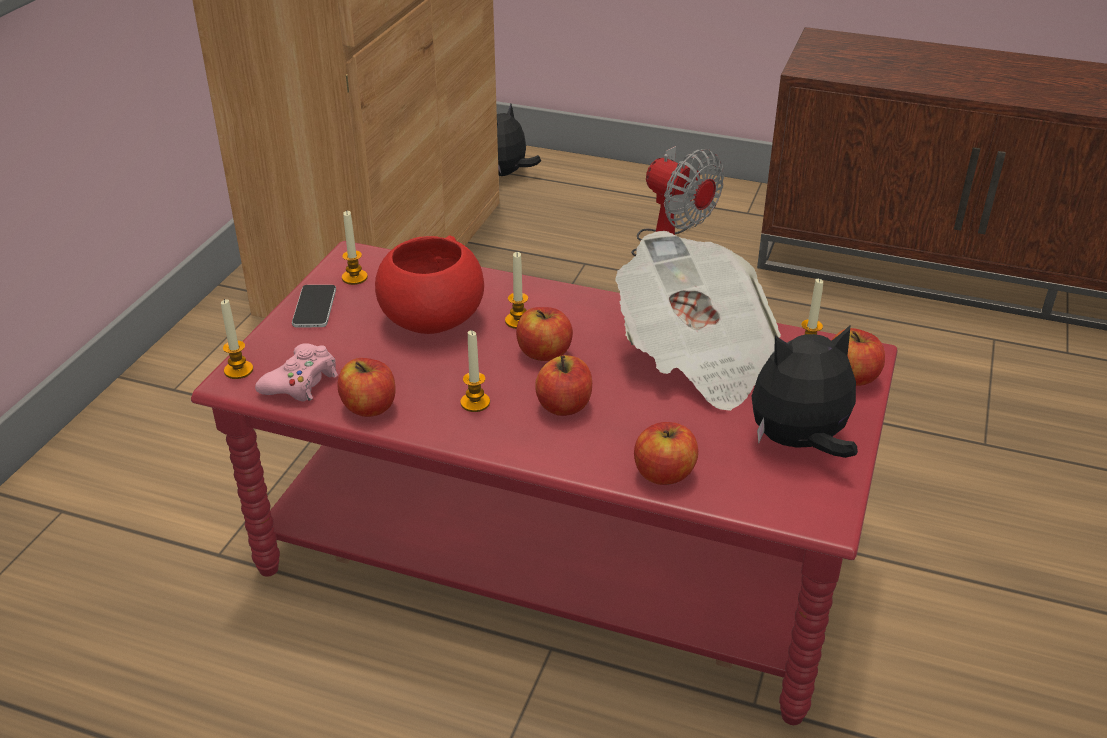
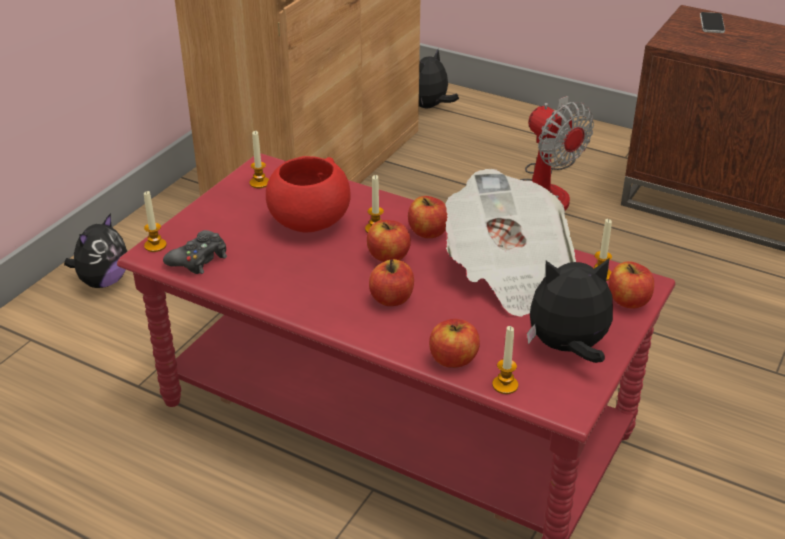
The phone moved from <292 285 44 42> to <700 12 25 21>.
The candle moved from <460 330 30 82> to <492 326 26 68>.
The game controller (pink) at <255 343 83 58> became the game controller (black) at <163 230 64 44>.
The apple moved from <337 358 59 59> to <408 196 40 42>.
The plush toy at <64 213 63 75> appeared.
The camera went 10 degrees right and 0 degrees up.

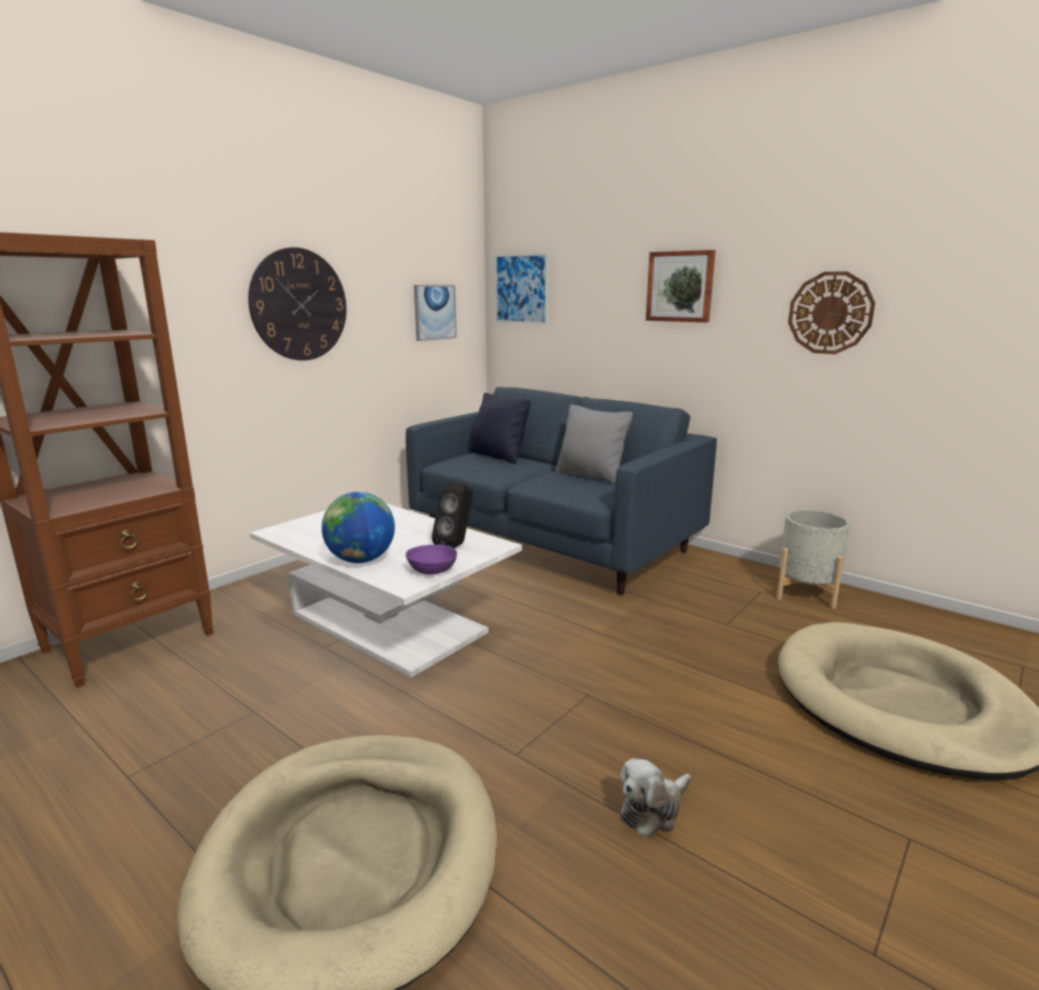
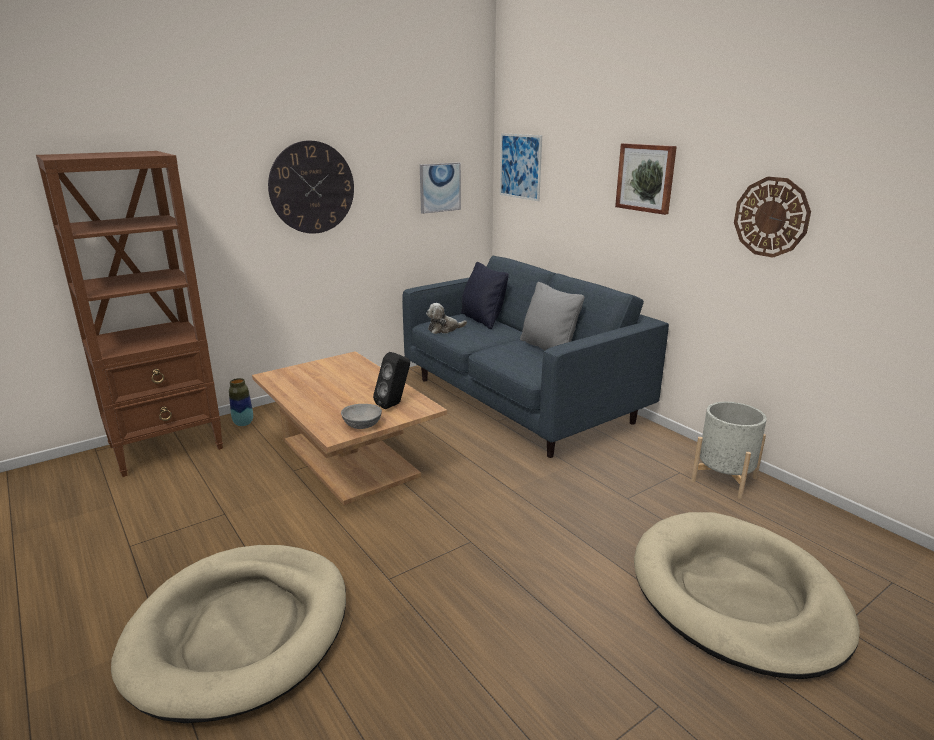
The globe at <322 492 73 71> disappeared.
The coffee table (white) at <250 504 272 174> became the coffee table (brown) at <252 351 195 154>.
The bowl (purple) at <406 545 51 30> became the bowl (grey) at <341 404 41 25>.
The plush toy moved from <620 758 71 80> to <426 303 41 31>.
The vase at <229 378 24 48> appeared.
The camera went 15 degrees right and 5 degrees up.

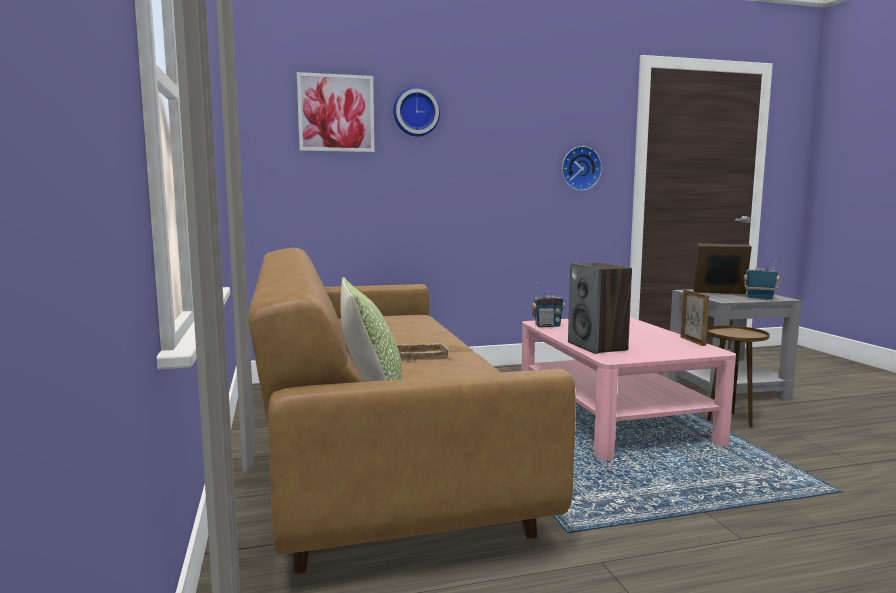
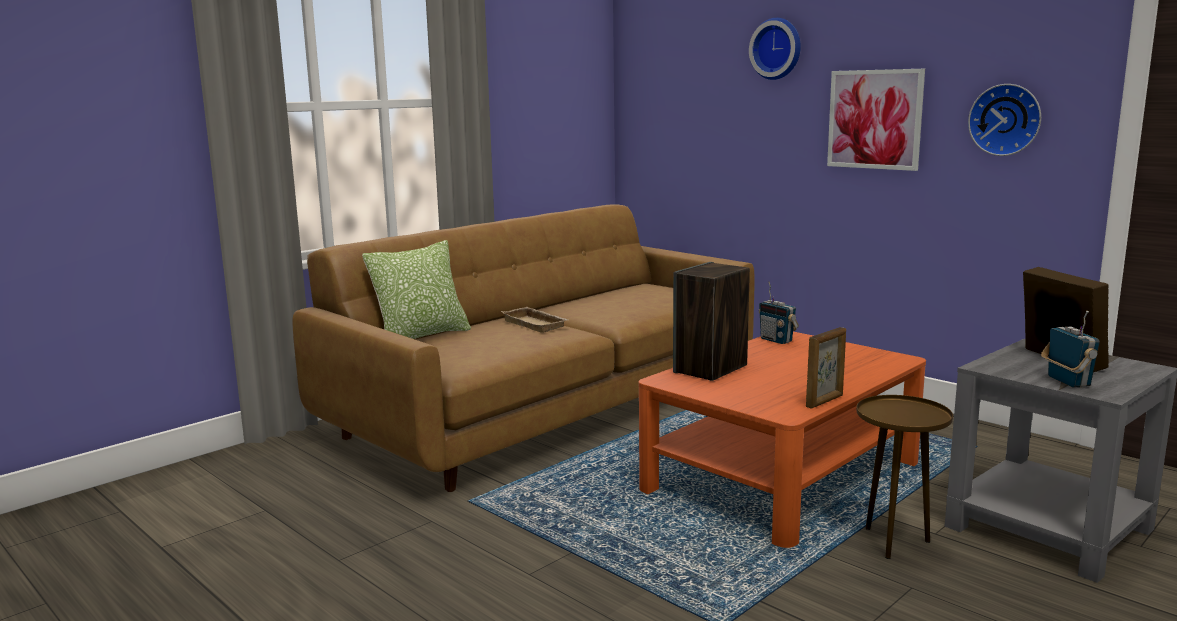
The picture moved from <297 72 77 80> to <827 69 98 102>.
The coffee table (pink) at <521 317 215 143> became the coffee table (orange) at <639 331 287 217>.
The camera went 60 degrees right and 5 degrees up.

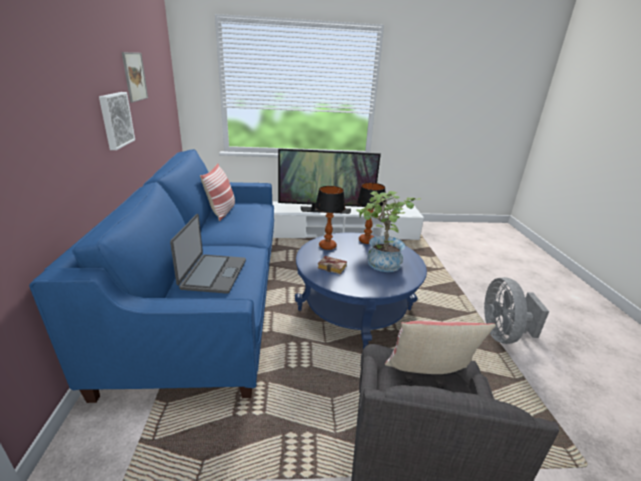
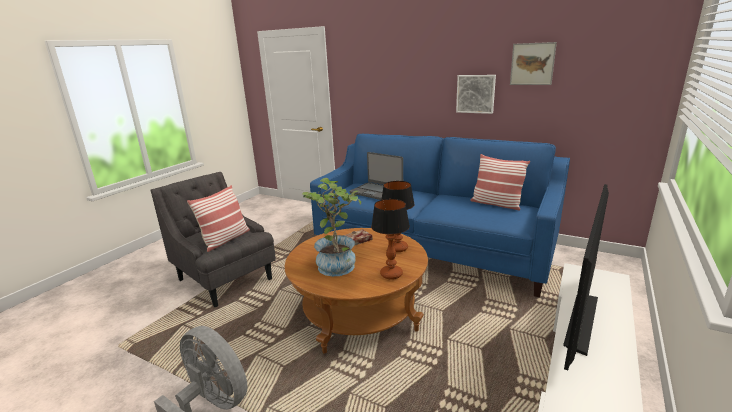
The coffee table (blue) at <295 232 132 117> became the coffee table (brown) at <285 228 143 126>.
The camera went 125 degrees right and 5 degrees down.

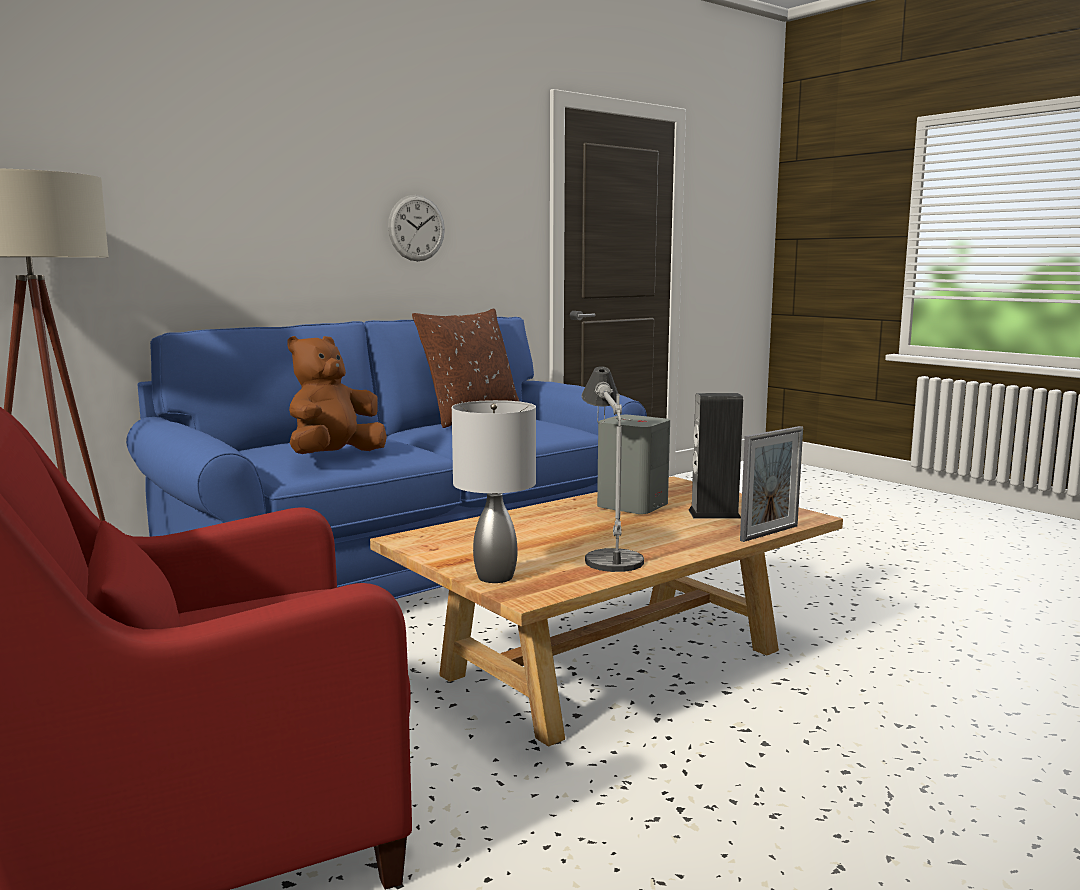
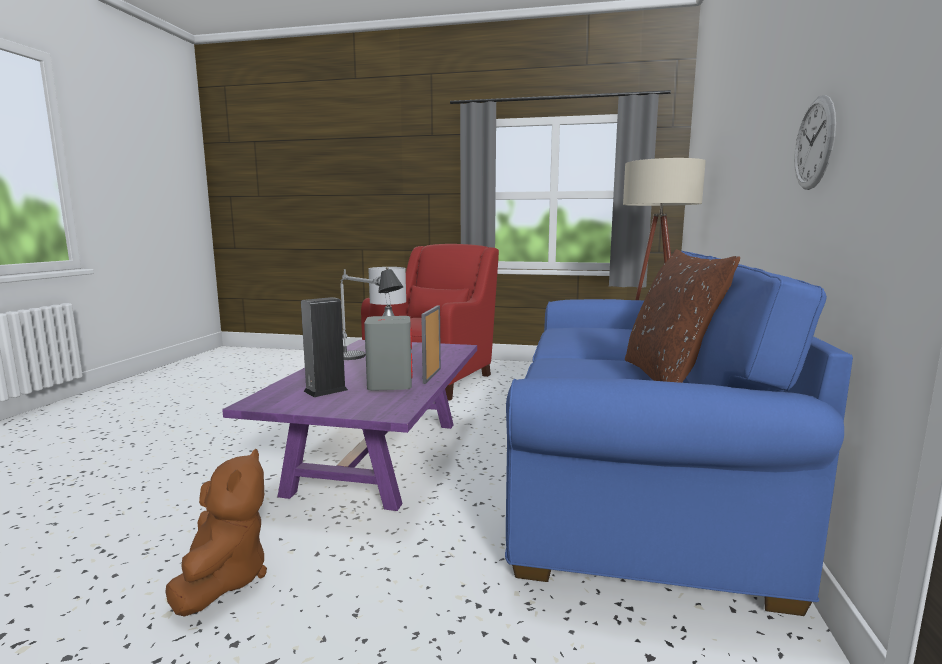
The plush toy (brown) moved from <287 336 100 118> to <165 449 102 168>.
The picture frame moved from <740 426 63 116> to <421 305 20 79>.
The coffee table (beige) at <370 476 473 270> became the coffee table (purple) at <222 340 255 171>.
The camera went 140 degrees right and 0 degrees up.

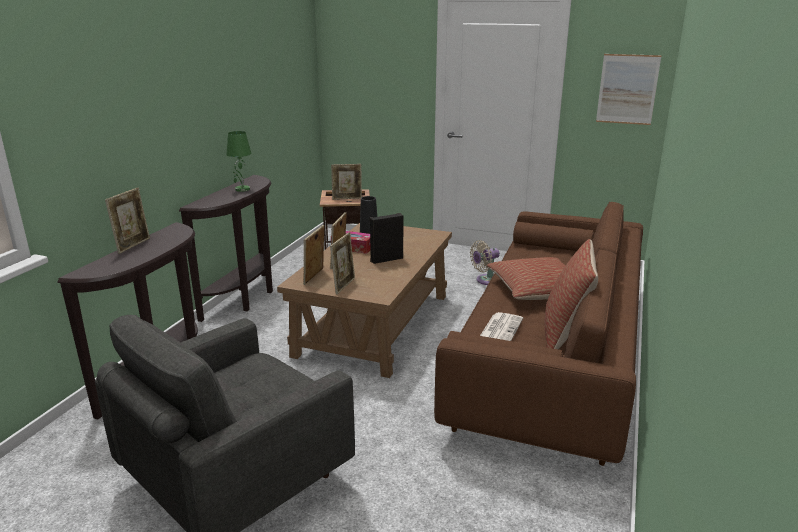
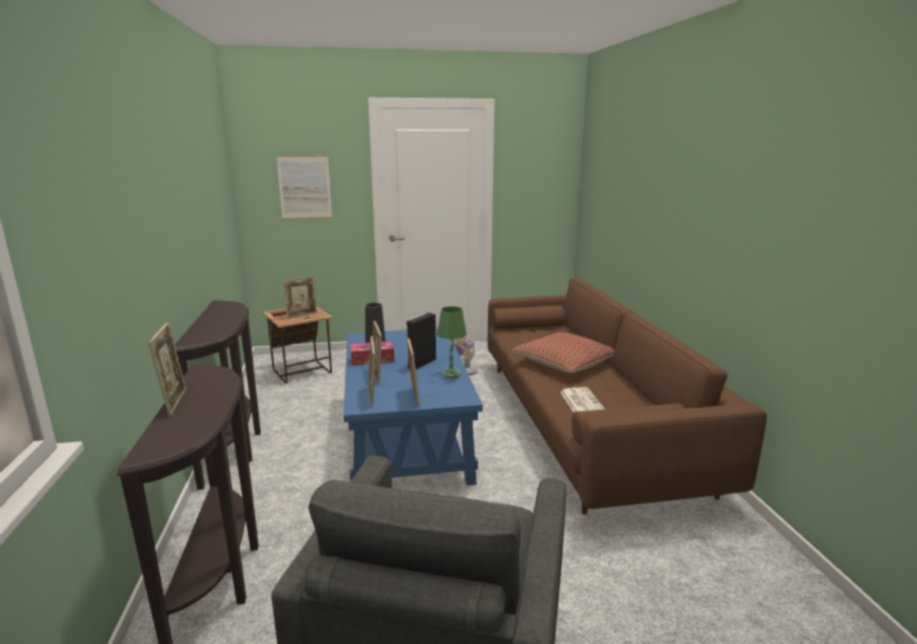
The picture moved from <596 54 66 71> to <276 155 56 64>.
The table lamp (green) moved from <226 131 26 61> to <437 306 30 72>.
The coffee table (brown) at <277 223 175 155> became the coffee table (blue) at <344 328 139 157>.
The pillow at <545 239 53 110> disappeared.
The camera went 30 degrees left and 5 degrees down.

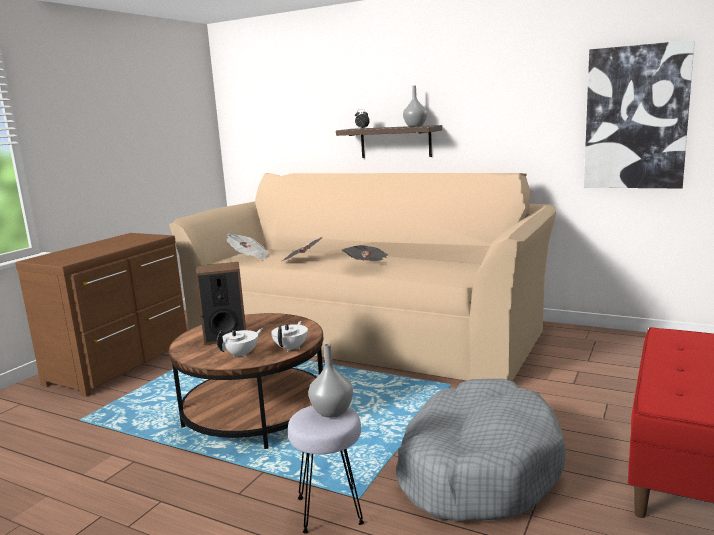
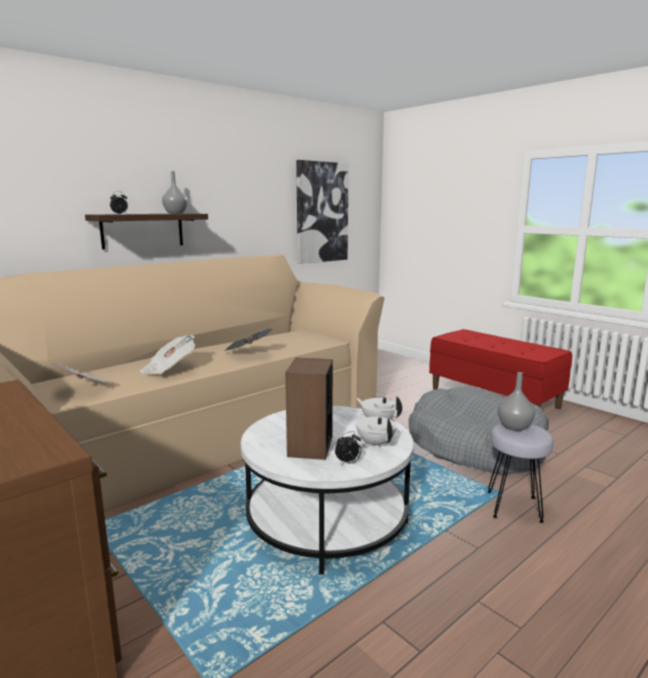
The coffee table (brown) at <169 313 154 136> became the coffee table (white) at <241 405 173 170>.
The alarm clock at <335 431 26 34> appeared.
The camera went 70 degrees left and 0 degrees up.

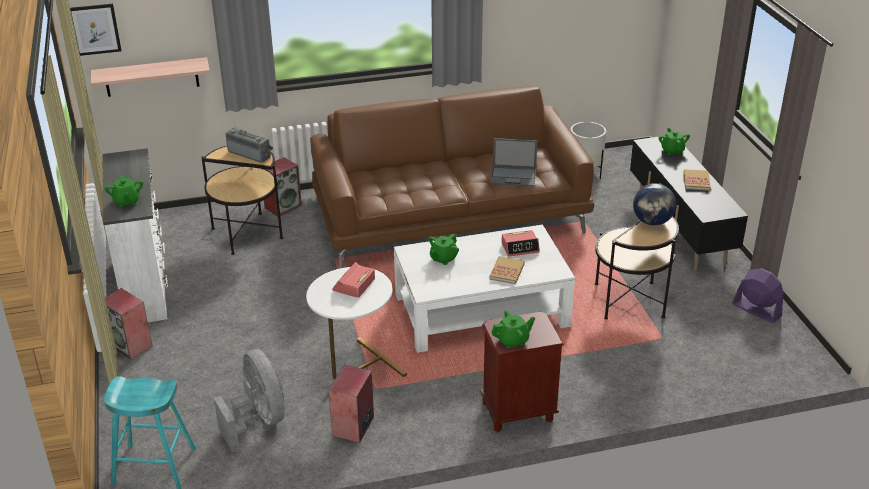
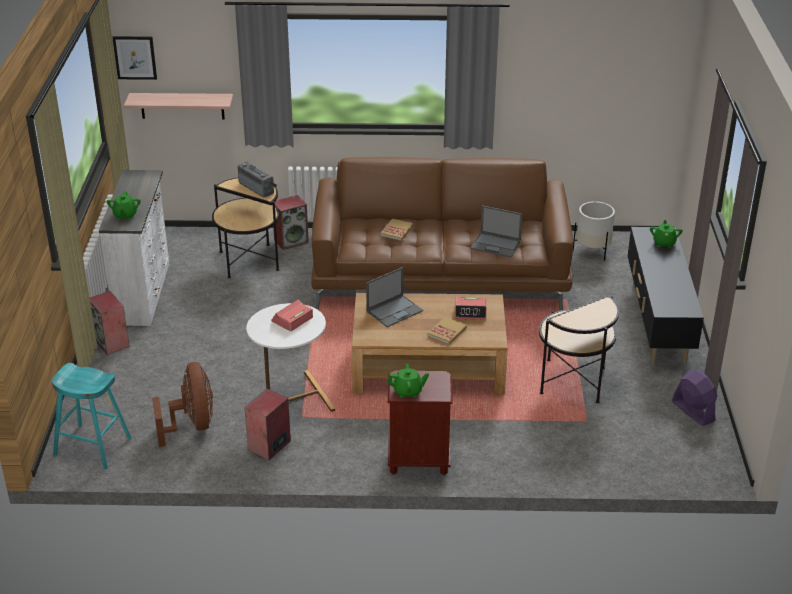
The book moved from <683 169 28 22> to <380 219 33 22>.
The globe at <633 183 43 42> disappeared.
The coffee table (white) at <394 225 181 128> became the coffee table (brown) at <352 293 156 102>.
The teapot (green) at <428 234 31 31> was replaced by the laptop at <366 267 57 60>.
The fan (grey) at <214 349 71 103> became the fan (brown) at <152 362 61 85>.
The camera went 15 degrees right and 0 degrees up.

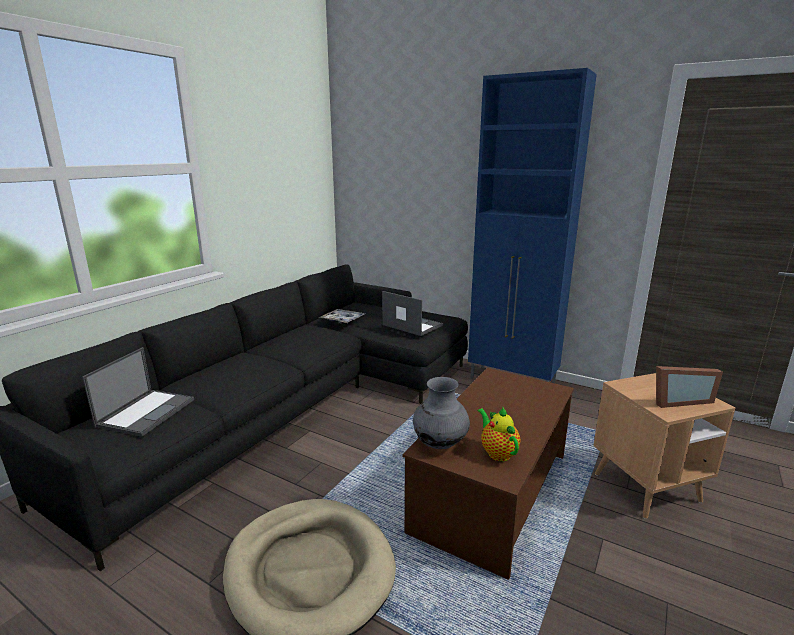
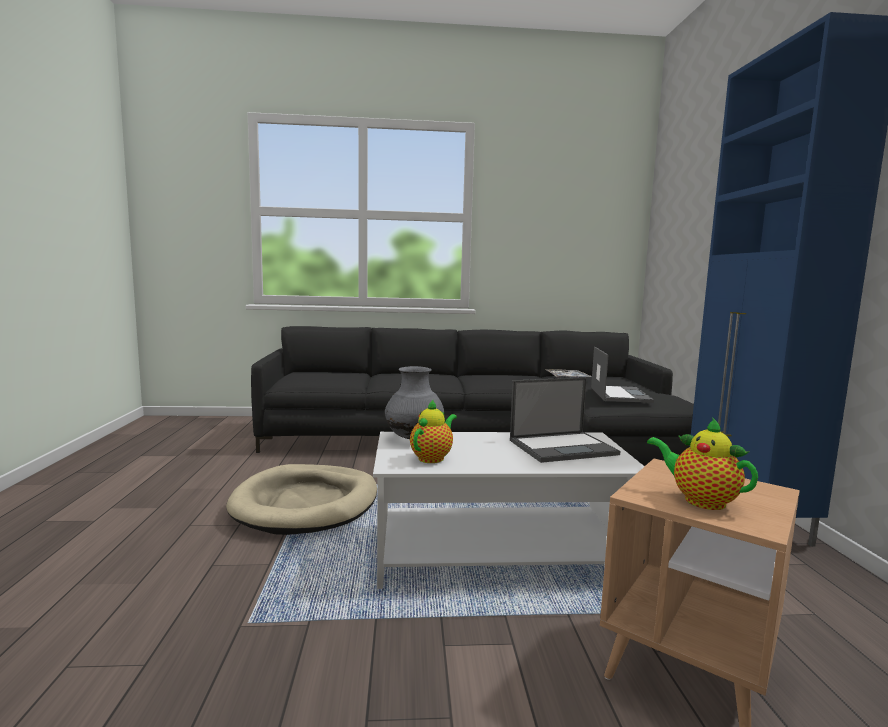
The laptop moved from <82 347 112 90> to <510 377 110 86>.
The picture frame at <656 366 67 42> was replaced by the teapot at <647 417 111 93>.
The coffee table (brown) at <403 368 171 212> became the coffee table (white) at <373 432 272 157>.
The camera went 55 degrees right and 10 degrees down.

